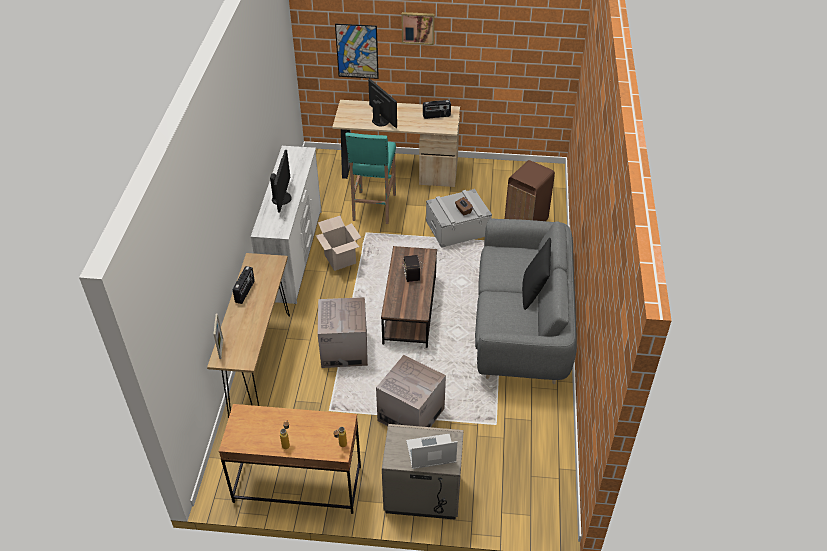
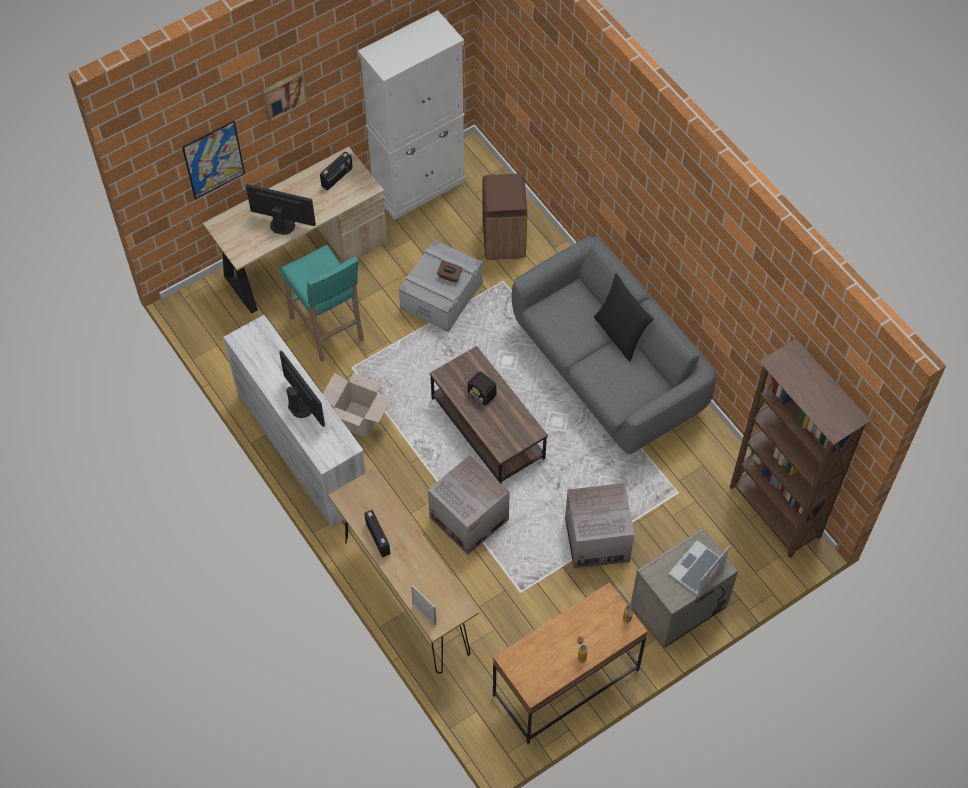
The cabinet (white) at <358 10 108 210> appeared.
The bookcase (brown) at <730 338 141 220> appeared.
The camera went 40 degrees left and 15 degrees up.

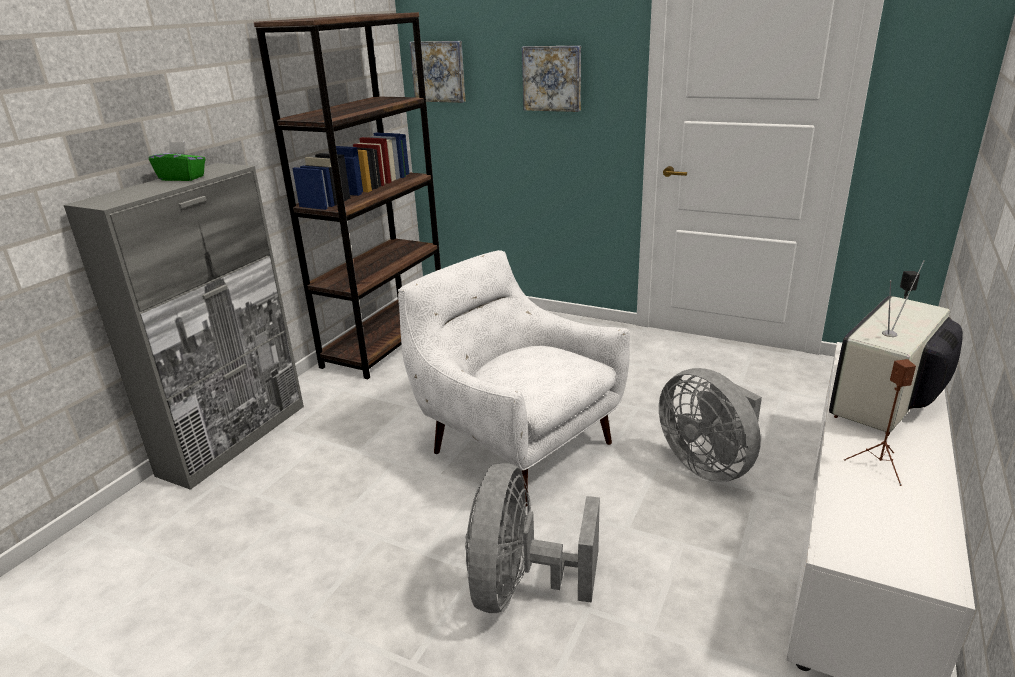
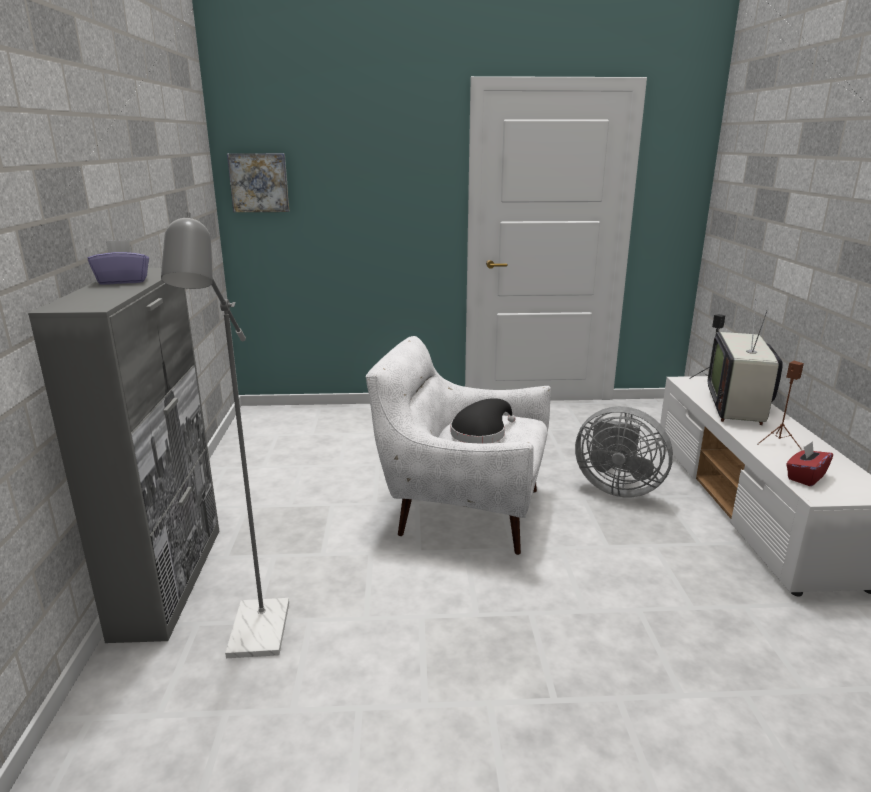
The bookcase (brown) at <254 12 187 367> disappeared.
The picture at <522 46 59 66> disappeared.
The tissue box (green) at <149 142 56 39> became the tissue box (purple) at <88 240 61 45>.
The fan (grey) at <465 463 135 150> disappeared.
The floor lamp (grey) at <161 212 128 446> appeared.
The hat (black) at <451 398 65 45> appeared.
The tissue box (red) at <786 441 47 45> appeared.
The camera went 30 degrees left and 5 degrees down.

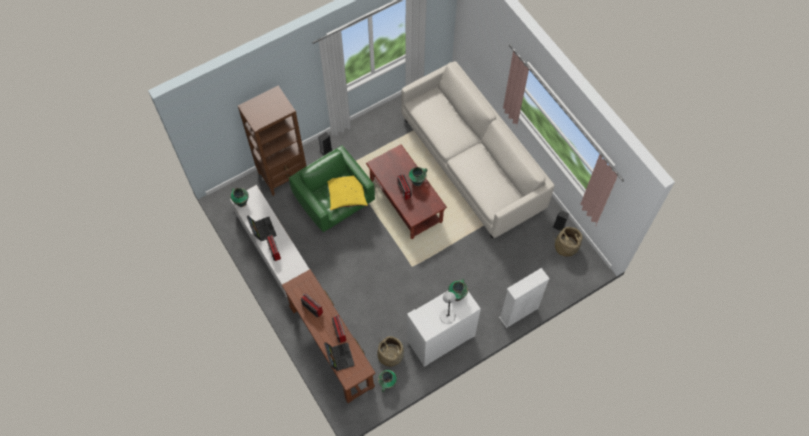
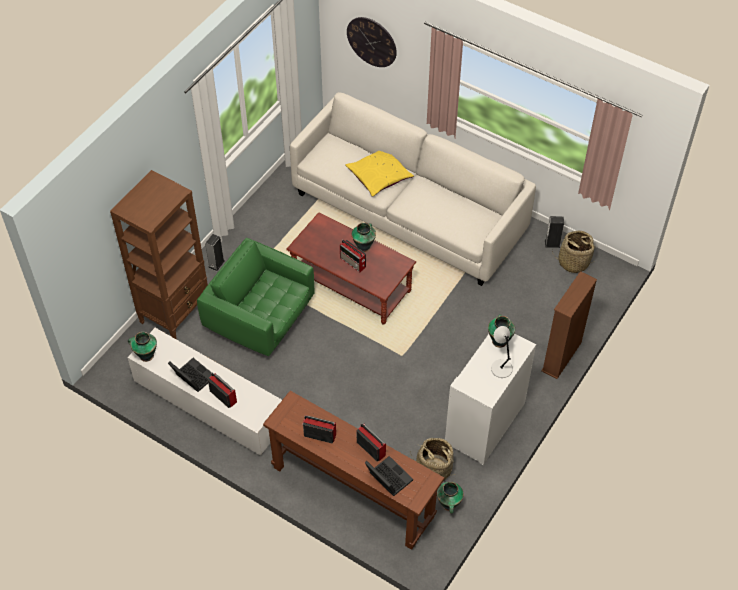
The pillow (yellow) moved from <327 176 41 34> to <345 151 69 46>.
The bookcase (white) at <499 268 51 60> became the bookcase (brown) at <541 271 56 108>.
The wall clock at <347 17 50 50> appeared.
The camera went 25 degrees left and 10 degrees down.

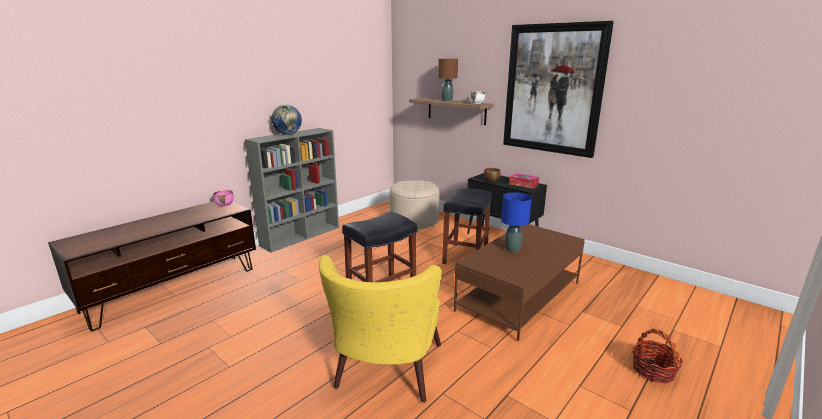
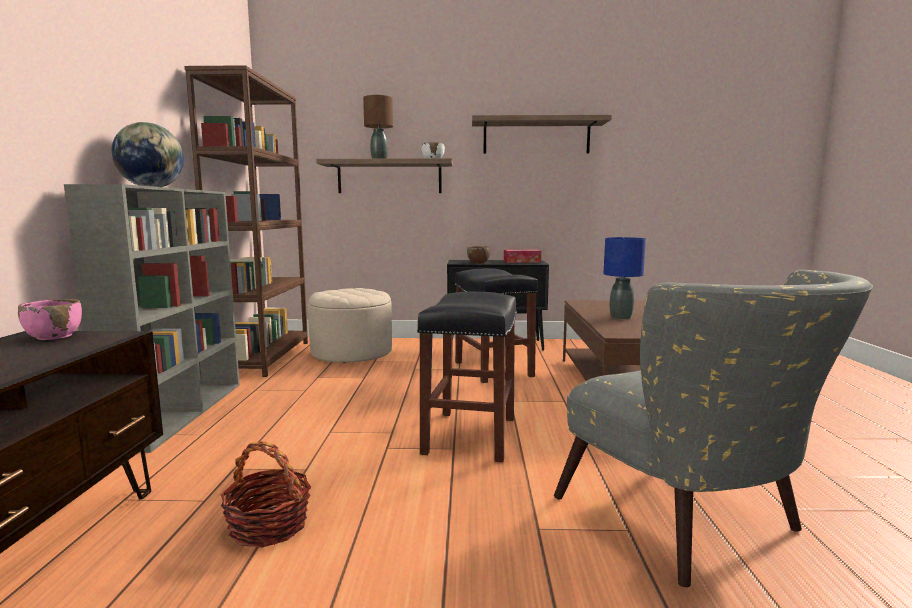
The picture at <503 21 111 137> was replaced by the shelf at <472 115 140 39>.
The armchair (yellow) at <318 255 124 147> became the armchair (grey) at <554 270 319 317>.
The basket moved from <632 328 51 56> to <220 441 91 107>.
The bookcase (brown) at <185 65 123 312> appeared.
The camera went 40 degrees left and 10 degrees down.

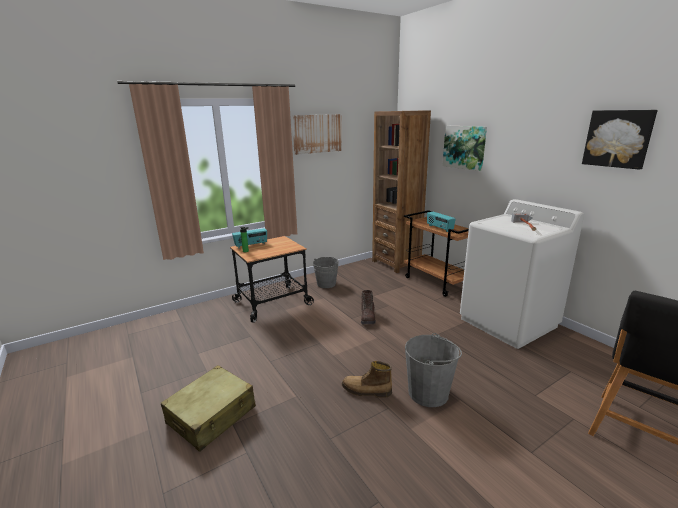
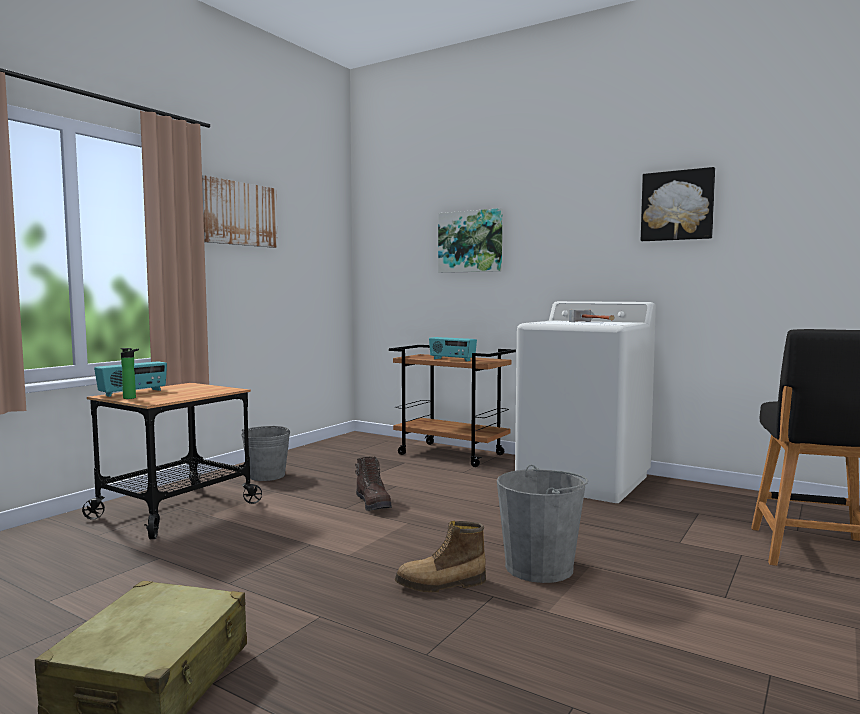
The bookcase (brown) at <372 110 59 163> disappeared.
The camera went 25 degrees left and 15 degrees down.

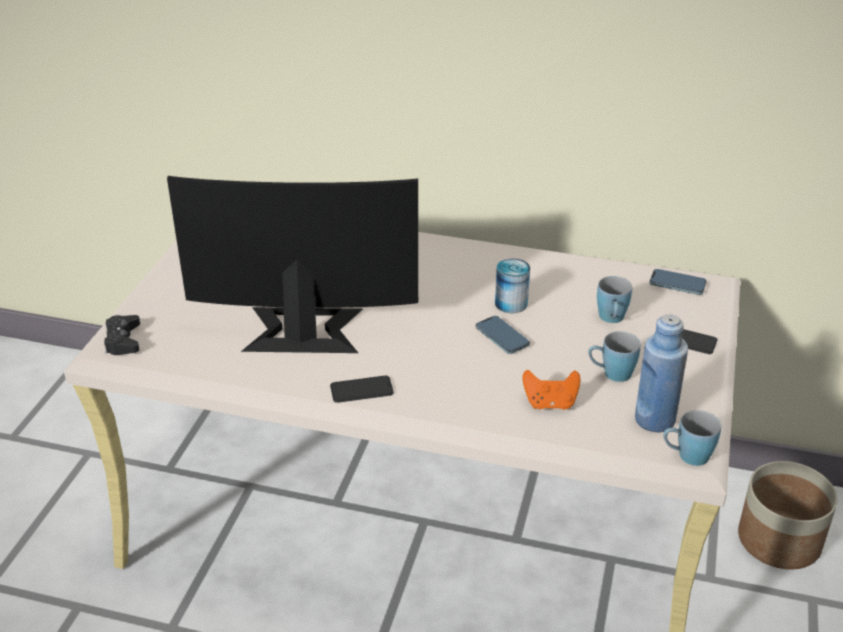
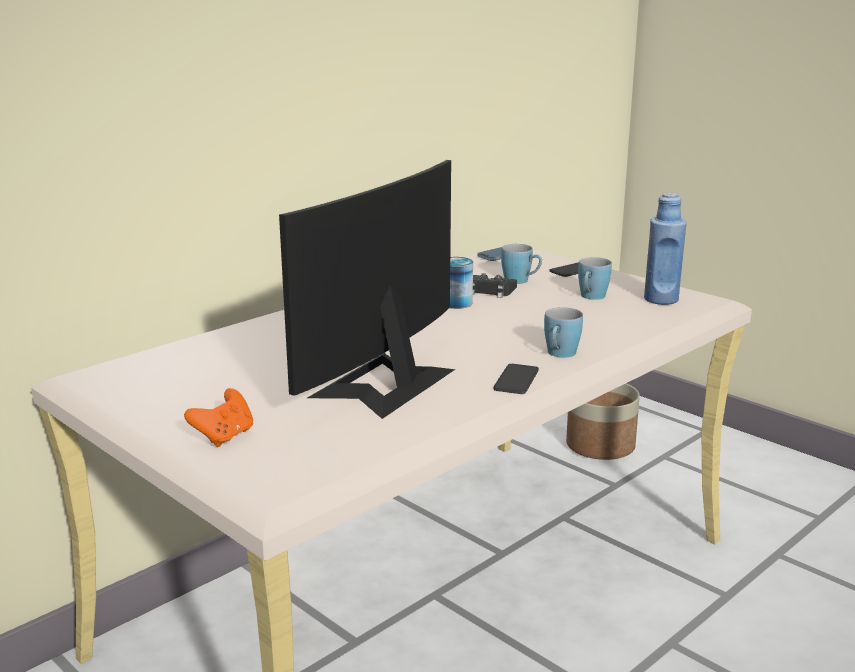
The game controller (black) moved from <104 315 36 40> to <473 273 44 25>.
The phone at <476 316 54 38> disappeared.
The game controller (orange) moved from <522 370 59 40> to <184 388 69 59>.
The mug (blue) moved from <663 410 58 56> to <544 307 39 51>.
The camera went 60 degrees left and 15 degrees down.

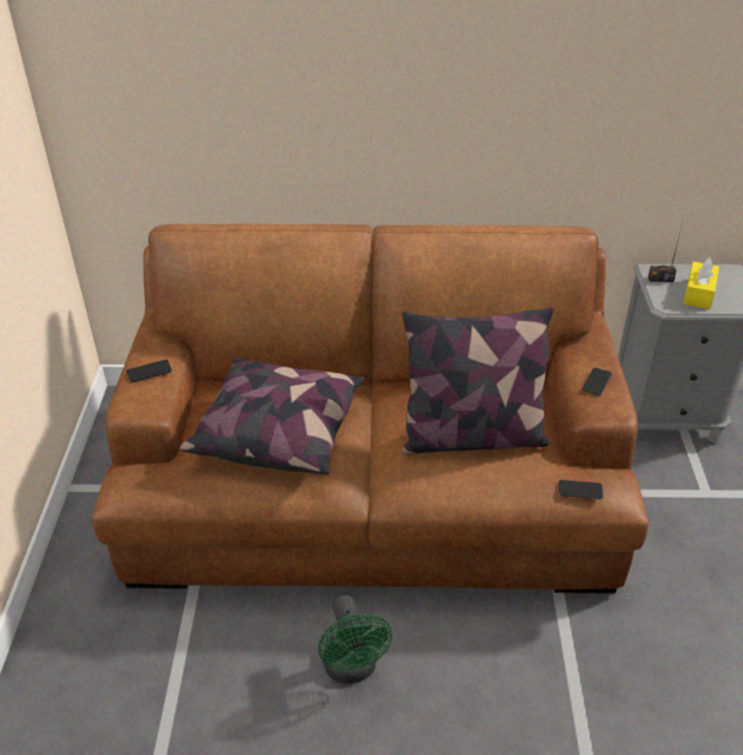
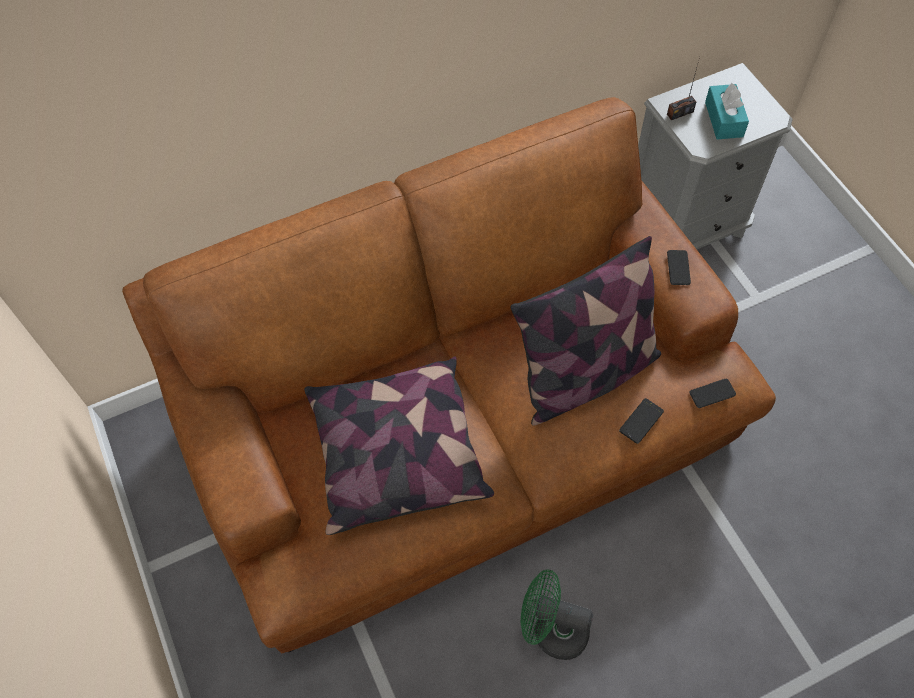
The tissue box (yellow) at <683 257 36 52> became the tissue box (turquoise) at <705 83 44 57>.
The phone moved from <126 360 46 23> to <619 398 45 46>.
The fan (green) at <318 595 75 89> turned 150 degrees clockwise.
The camera went 25 degrees left and 20 degrees up.

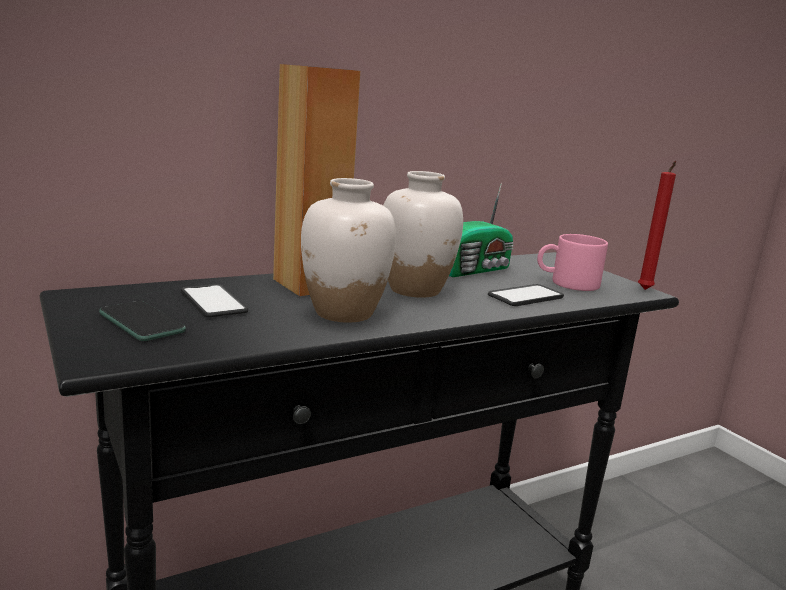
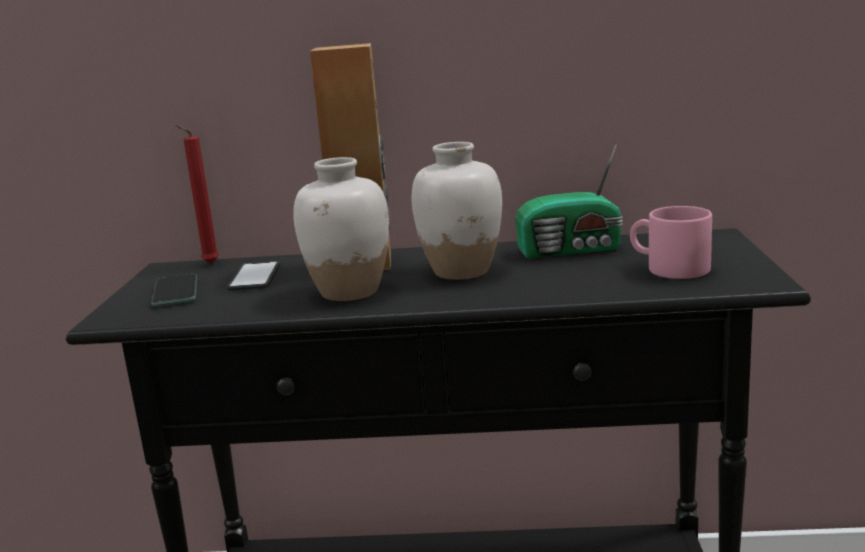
The candle (red) moved from <638 161 38 129> to <176 125 43 139>.
The phone at <488 284 76 22> disappeared.
The camera went 35 degrees right and 0 degrees up.

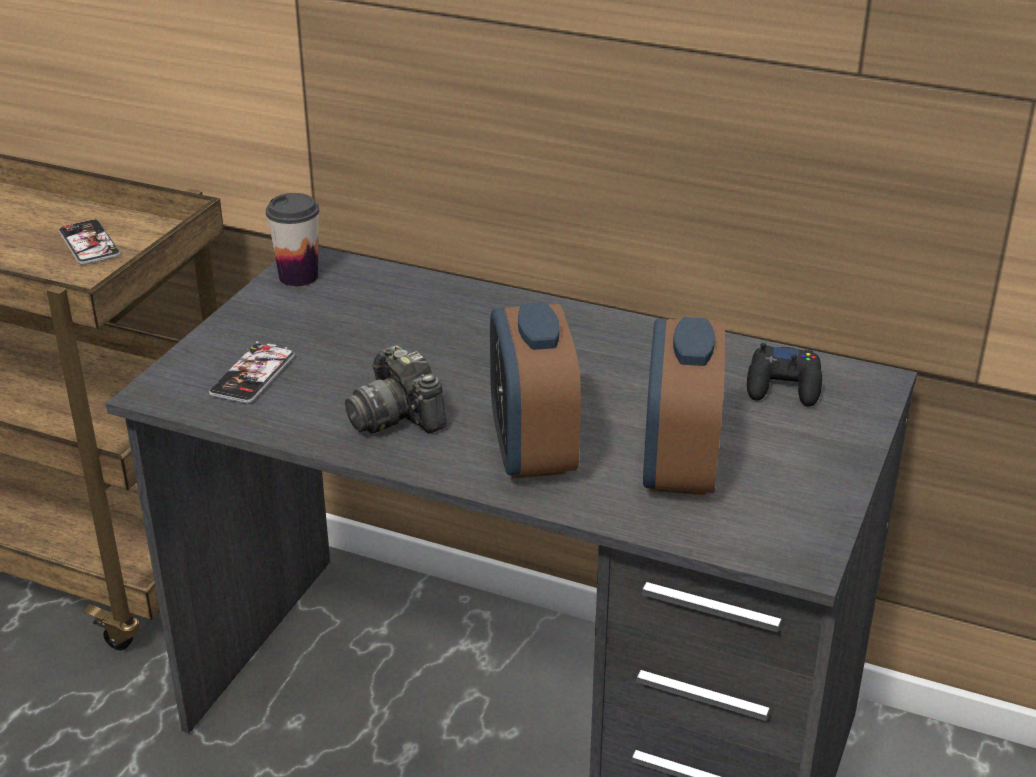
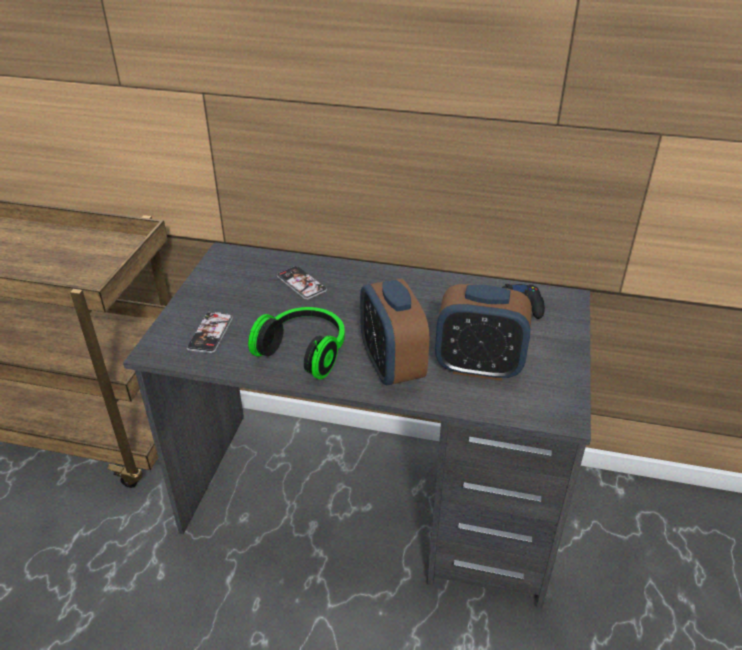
The cup at <266 193 53 93> disappeared.
The phone moved from <59 219 62 46> to <277 266 50 34>.
The alarm clock at <643 317 82 178> turned 75 degrees counterclockwise.
The photo camera at <345 345 102 89> was replaced by the headphones at <248 307 97 72>.
The camera went 10 degrees left and 5 degrees up.

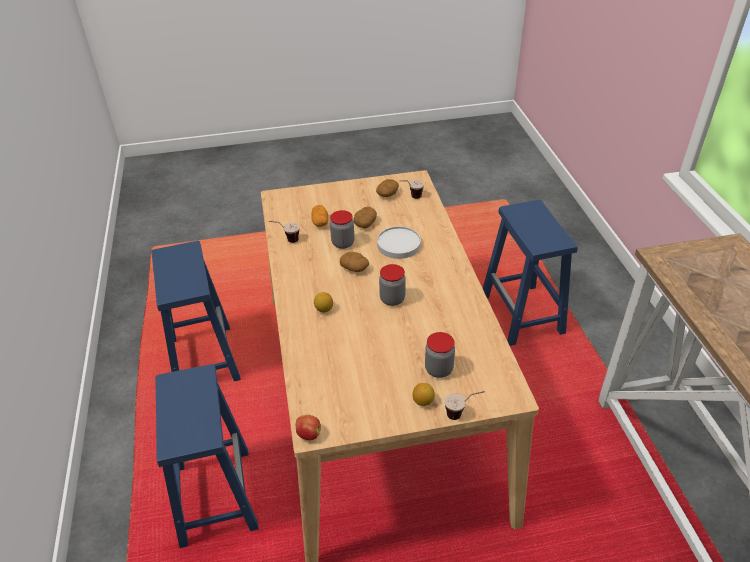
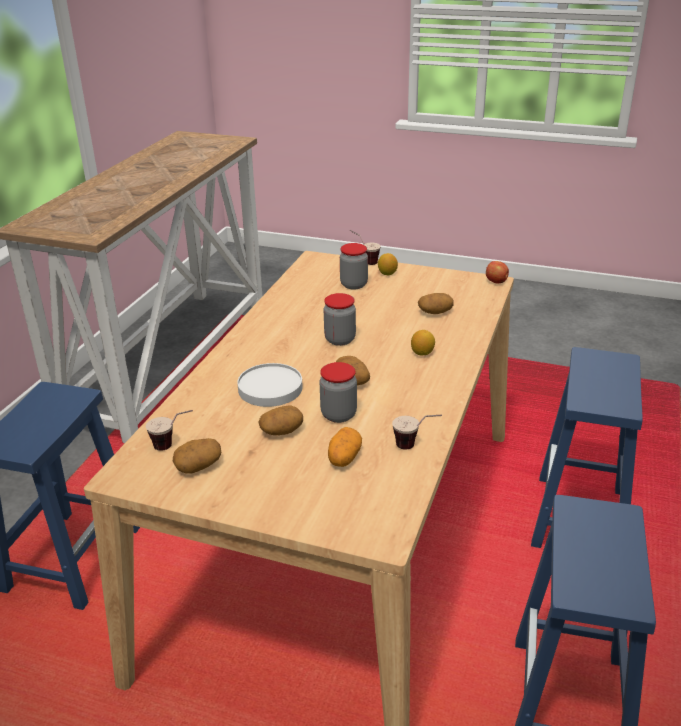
The potato at <418 293 36 21> appeared.
The camera went 150 degrees left and 10 degrees down.

